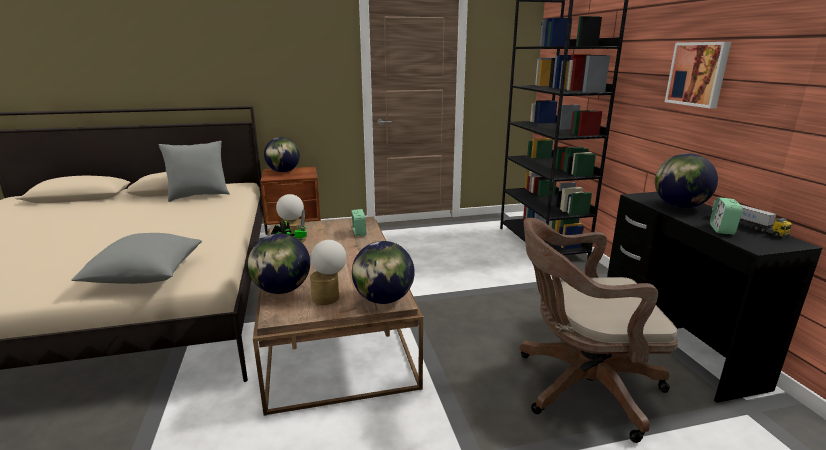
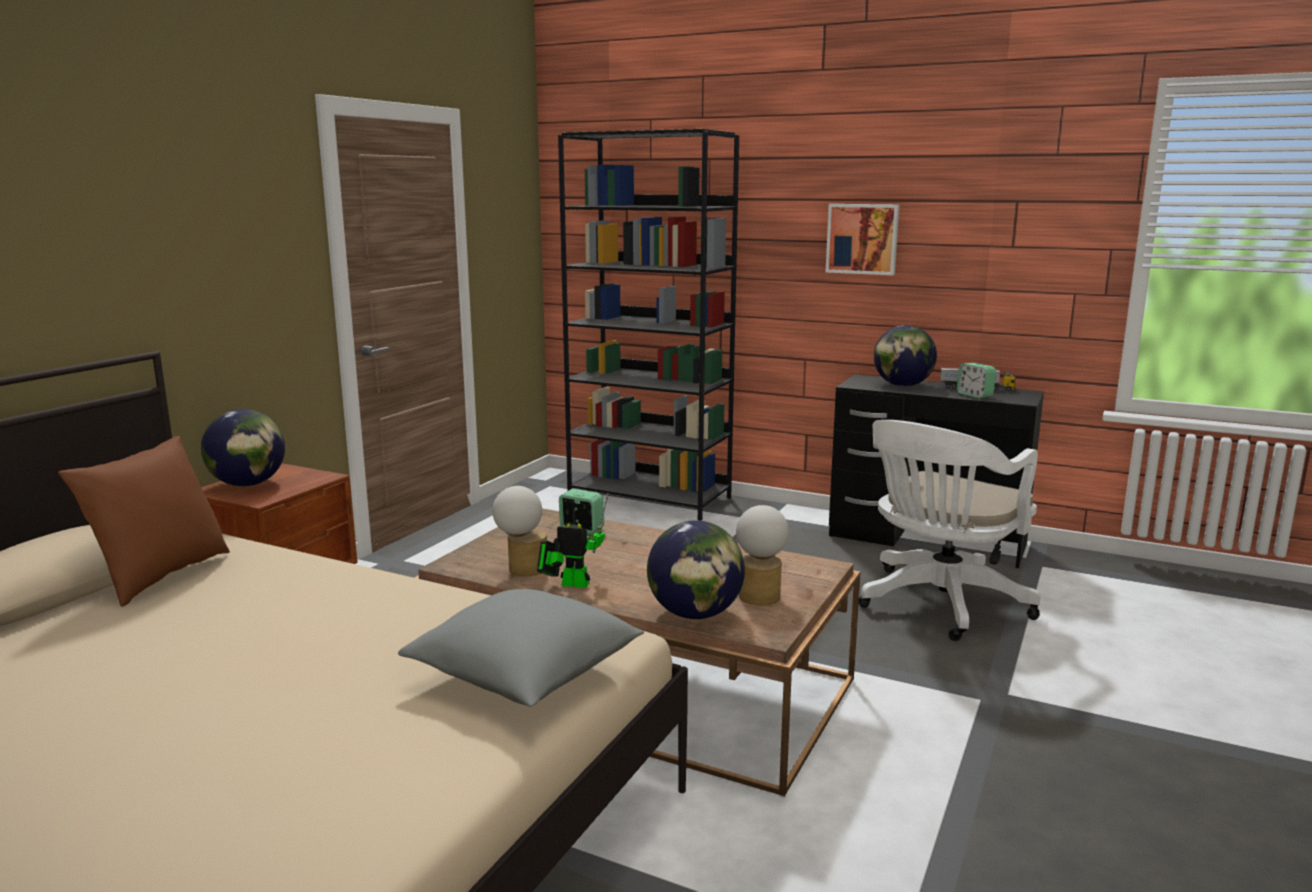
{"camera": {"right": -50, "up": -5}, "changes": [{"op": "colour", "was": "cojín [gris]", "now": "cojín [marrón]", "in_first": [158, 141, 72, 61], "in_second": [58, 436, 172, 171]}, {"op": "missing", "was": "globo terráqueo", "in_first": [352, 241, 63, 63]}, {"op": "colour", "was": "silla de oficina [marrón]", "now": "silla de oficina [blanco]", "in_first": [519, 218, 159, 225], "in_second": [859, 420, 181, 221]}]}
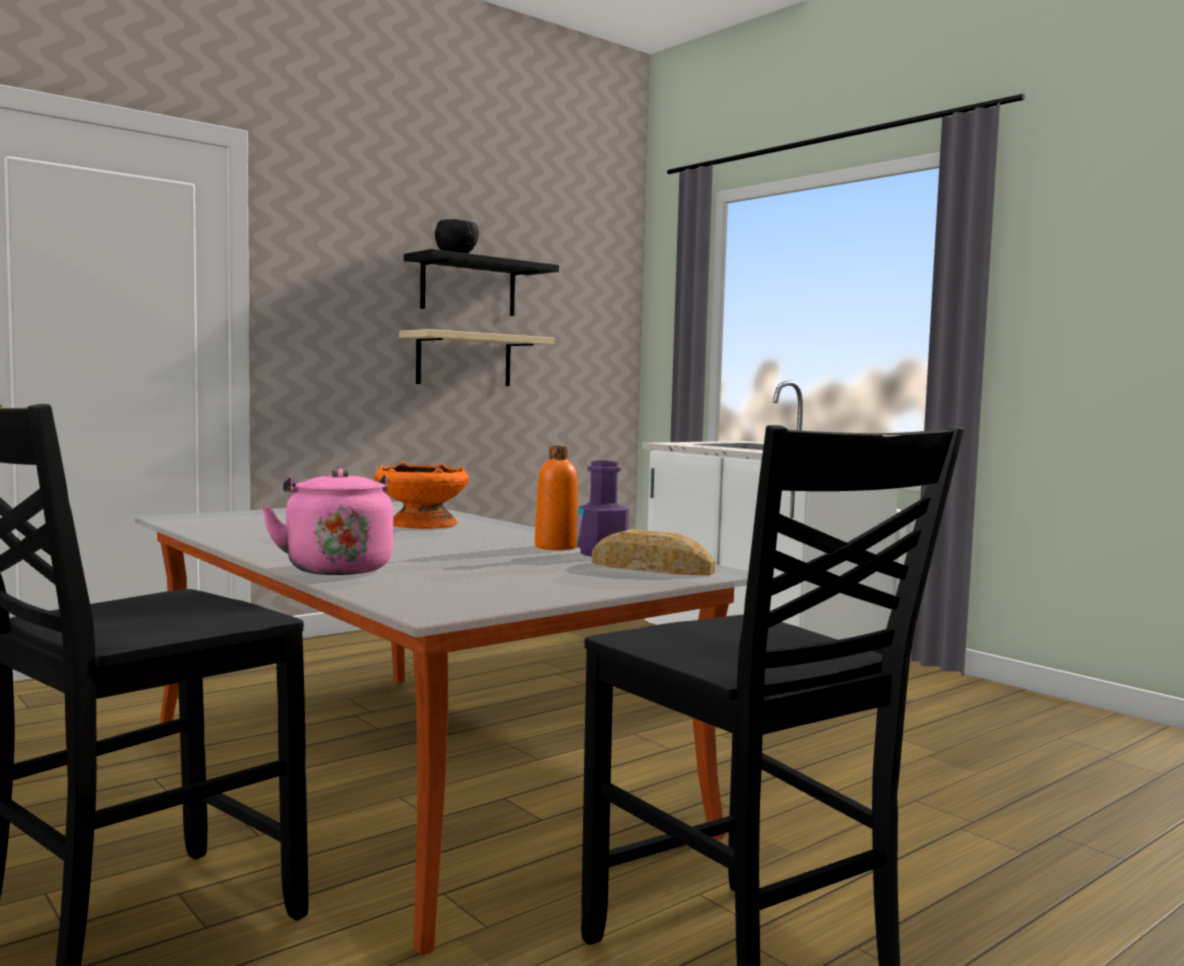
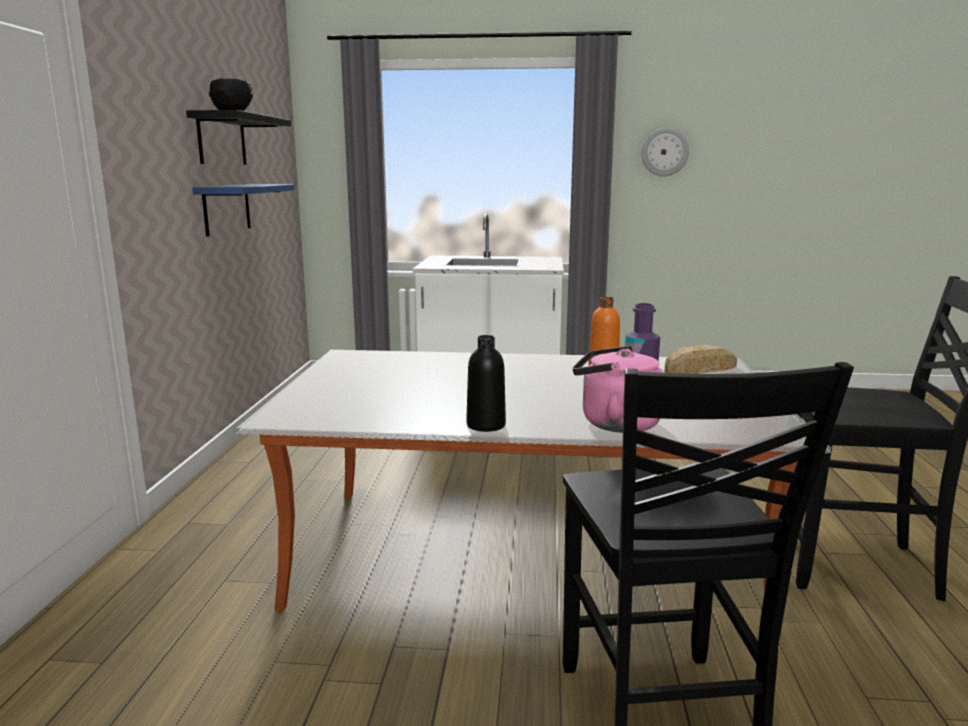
{"camera": {"right": -45, "up": 10}, "changes": [{"op": "missing", "was": "cuenco [naranja]", "in_first": [374, 462, 95, 67]}, {"op": "colour", "was": "estante [beis]", "now": "estante [azul]", "in_first": [399, 329, 155, 57], "in_second": [192, 184, 102, 53]}, {"op": "appeared", "now": "botella [negro]", "in_second": [466, 335, 40, 97]}, {"op": "appeared", "now": "reloj de pared", "in_second": [642, 128, 47, 49]}]}
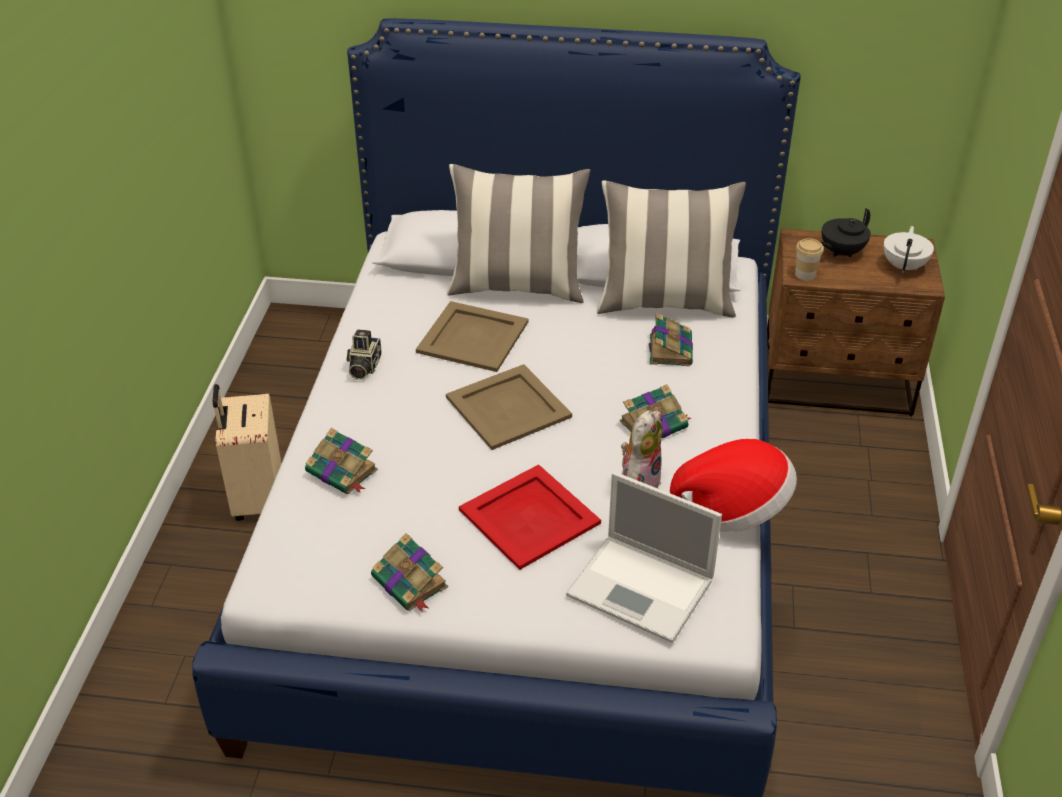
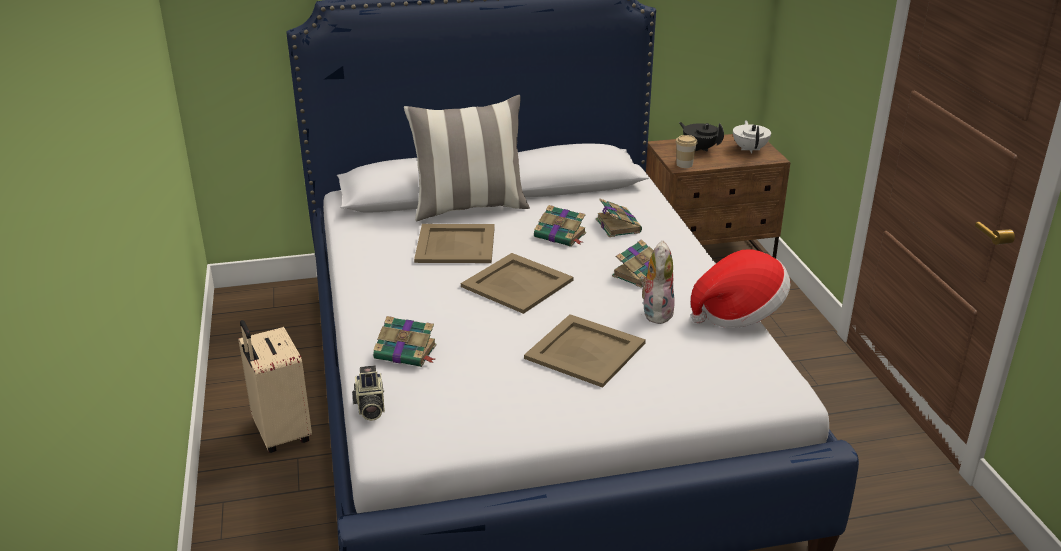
{"camera": {"right": -20, "up": -10}, "changes": [{"op": "relocated", "was": "cámara", "in_first": [347, 329, 35, 51], "in_second": [352, 365, 33, 56]}, {"op": "relocated", "was": "libro", "in_first": [371, 533, 77, 79], "in_second": [534, 205, 52, 42]}, {"op": "colour", "was": "bandeja [rojo]", "now": "bandeja [beis]", "in_first": [459, 464, 142, 106], "in_second": [524, 314, 122, 74]}, {"op": "missing", "was": "portátil", "in_first": [566, 472, 156, 171]}, {"op": "missing", "was": "cojín", "in_first": [597, 180, 149, 137]}, {"op": "spun", "was": "tetera [negro]", "in_first": [821, 208, 50, 50], "in_second": [679, 122, 45, 29], "clockwise": 105}]}
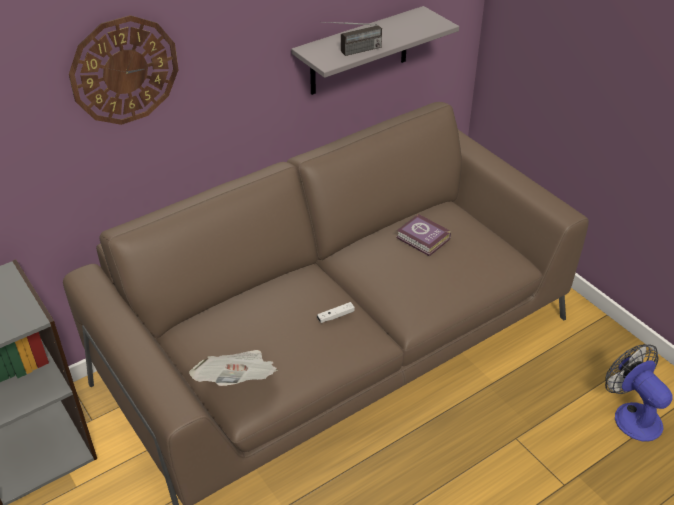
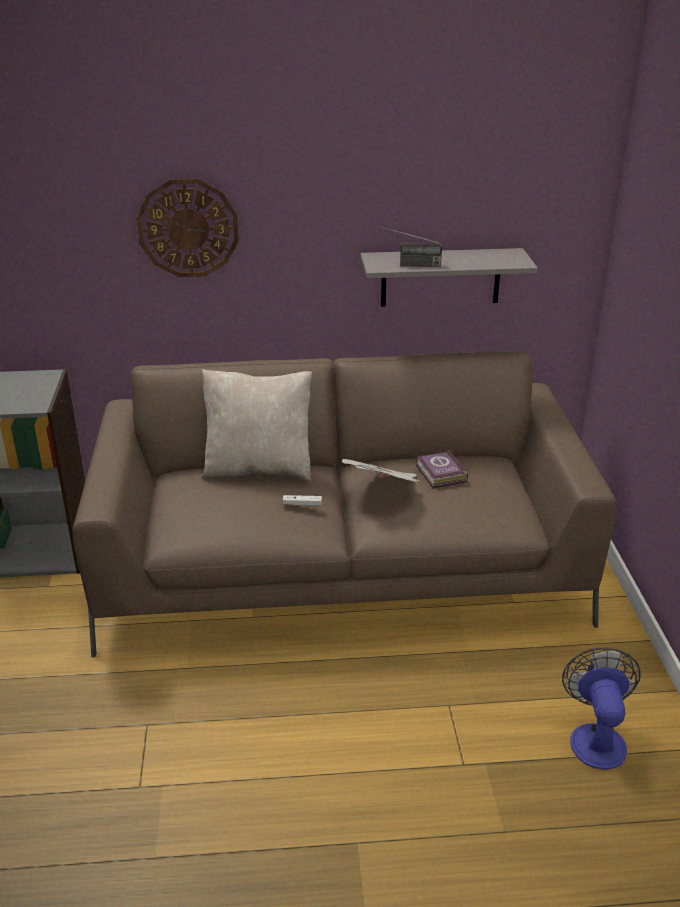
{"camera": {"right": 30, "up": -10}, "changes": [{"op": "relocated", "was": "periódico", "in_first": [189, 350, 89, 36], "in_second": [342, 459, 77, 23]}, {"op": "appeared", "now": "cojín [beis]", "in_second": [202, 369, 110, 113]}]}
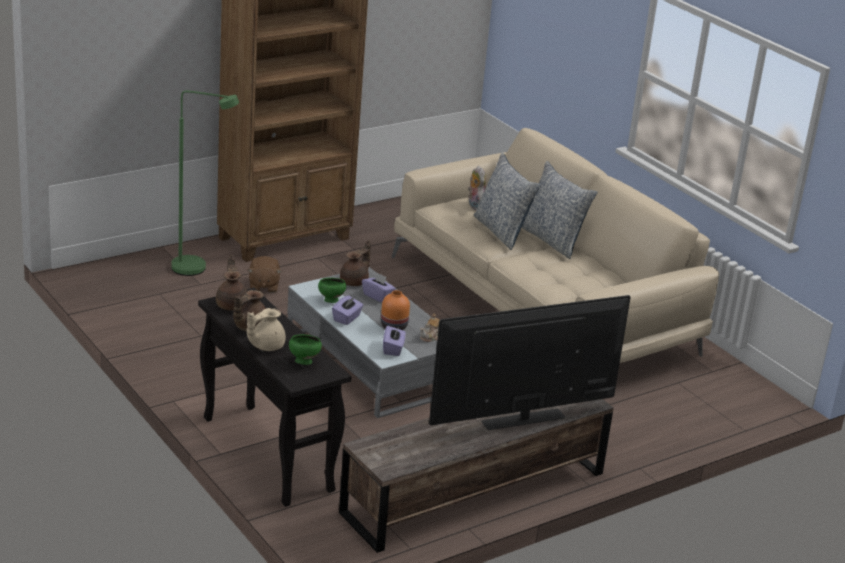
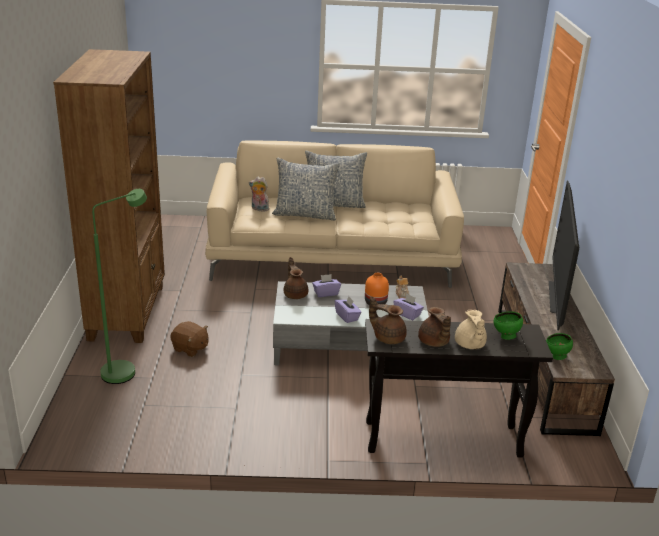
{"camera": {"right": -55, "up": 0}, "changes": [{"op": "relocated", "was": "cuenco [verde]", "in_first": [318, 278, 28, 25], "in_second": [546, 333, 27, 27]}]}
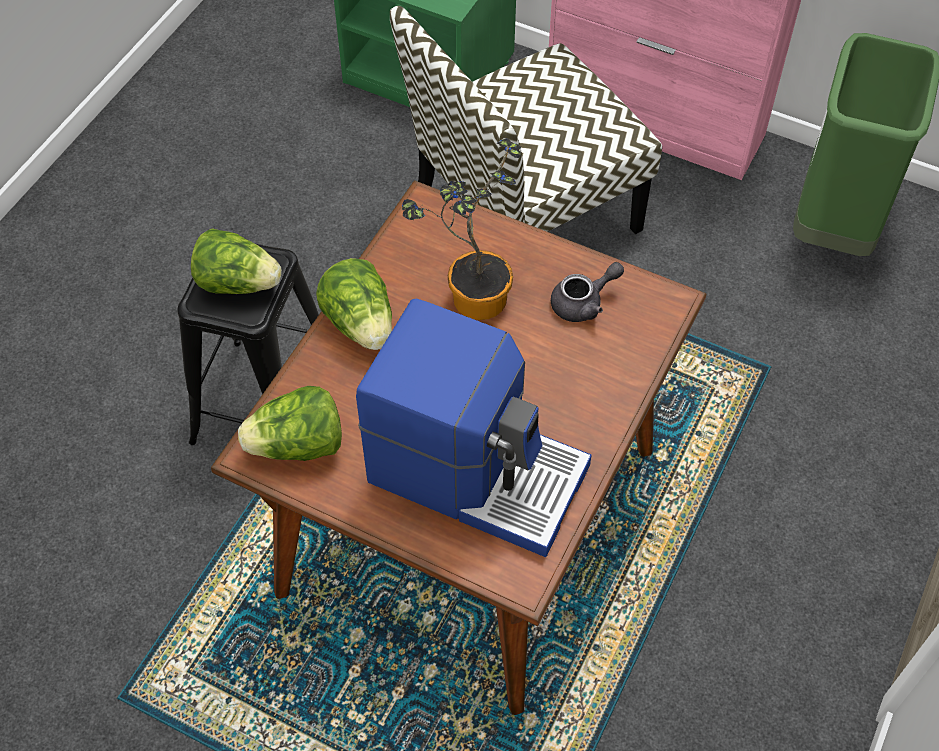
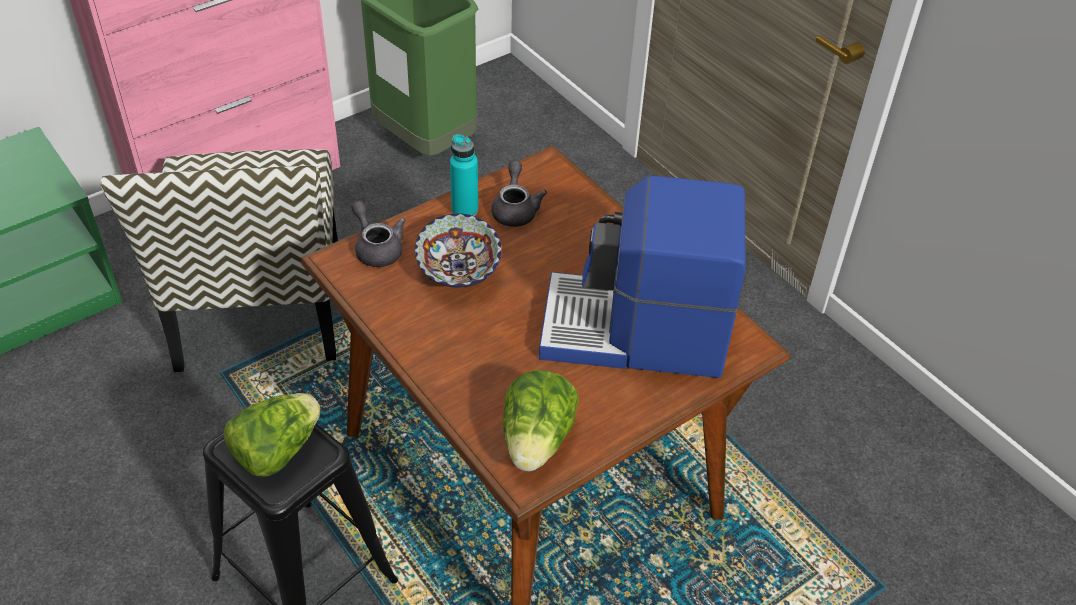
{"camera": {"right": -65, "up": -10}, "changes": [{"op": "missing", "was": "lechuga", "in_first": [316, 258, 76, 92]}, {"op": "spun", "was": "cafetera", "in_first": [356, 298, 236, 259], "in_second": [539, 175, 207, 203], "clockwise": -135}, {"op": "exchanged", "was": "planta en maceta", "now": "cuenco", "in_first": [402, 138, 119, 182], "in_second": [415, 213, 86, 75]}, {"op": "appeared", "now": "tetera [gris]", "in_second": [351, 201, 54, 66]}, {"op": "appeared", "now": "botella [turquesa]", "in_second": [450, 134, 28, 82]}]}
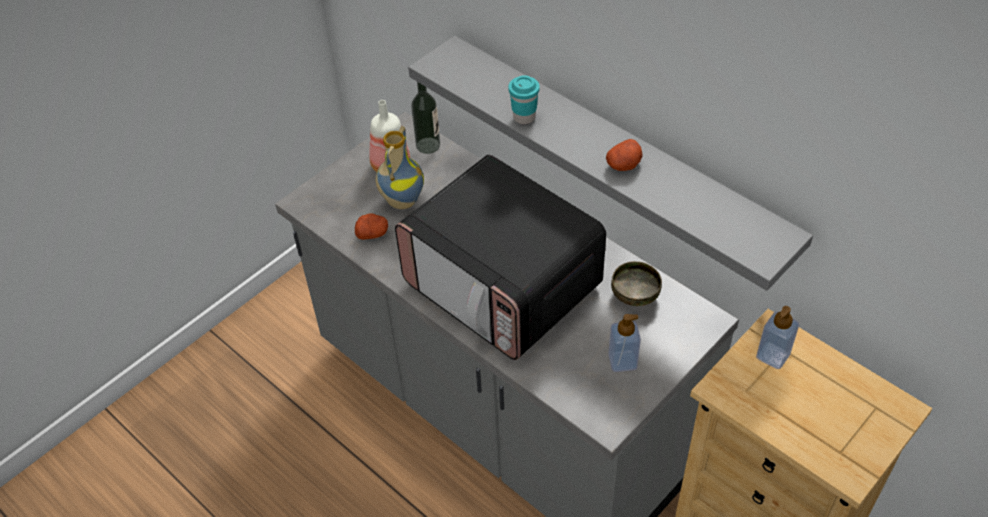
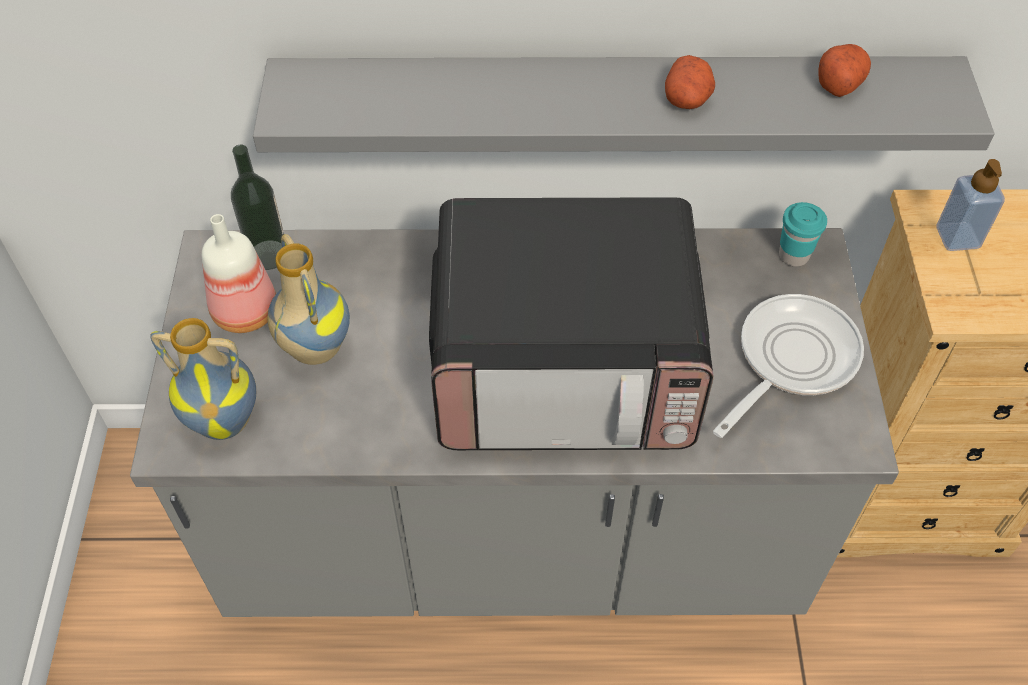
{"camera": {"right": -45, "up": 5}, "changes": [{"op": "relocated", "was": "patata", "in_first": [355, 213, 33, 27], "in_second": [818, 44, 53, 53]}, {"op": "relocated", "was": "taza [turquesa]", "in_first": [508, 75, 32, 49], "in_second": [779, 202, 48, 65]}, {"op": "exchanged", "was": "dispensador de jabón", "now": "sartén", "in_first": [608, 314, 33, 58], "in_second": [713, 294, 151, 144]}, {"op": "missing", "was": "cuenco", "in_first": [611, 261, 51, 45]}, {"op": "appeared", "now": "florero", "in_second": [150, 318, 106, 122]}]}
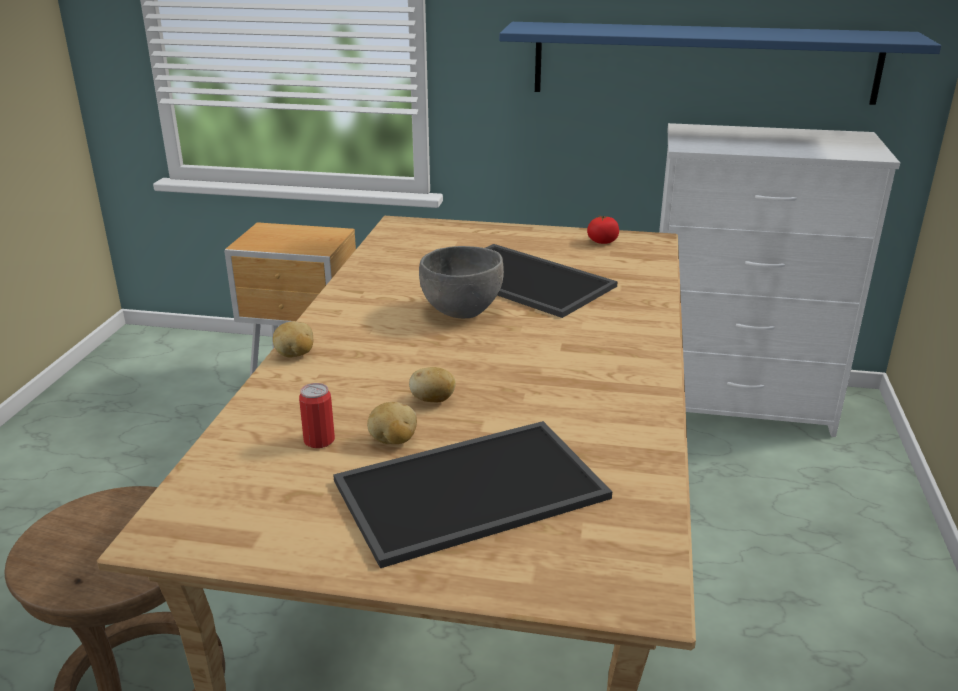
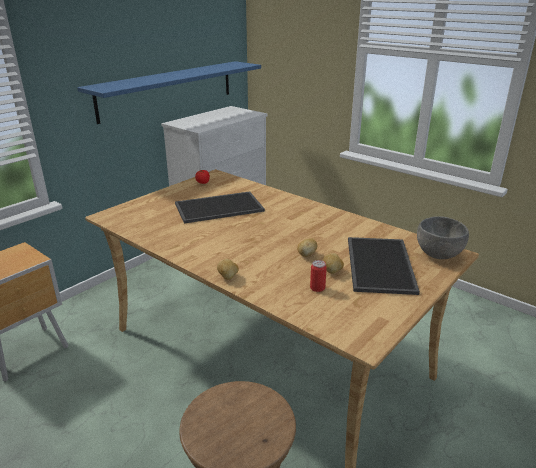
{"camera": {"right": -60, "up": 0}, "changes": [{"op": "relocated", "was": "cuenco [gris]", "in_first": [419, 246, 85, 72], "in_second": [417, 216, 52, 43]}]}
